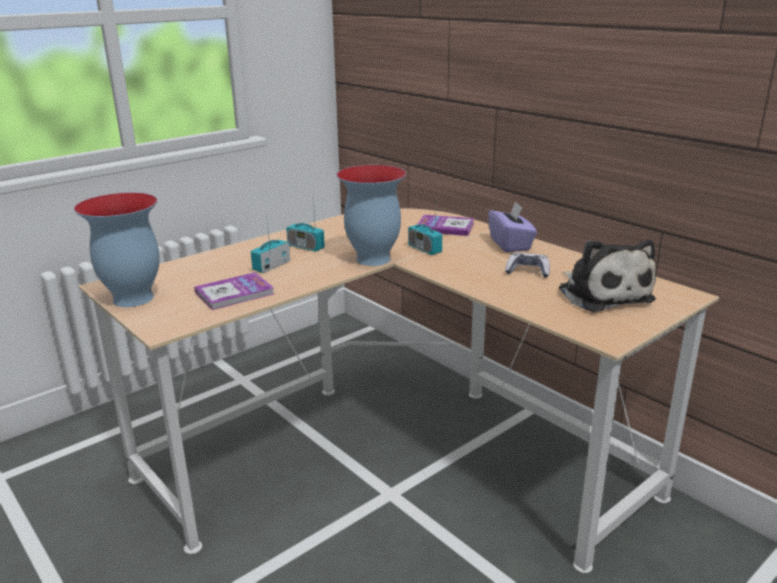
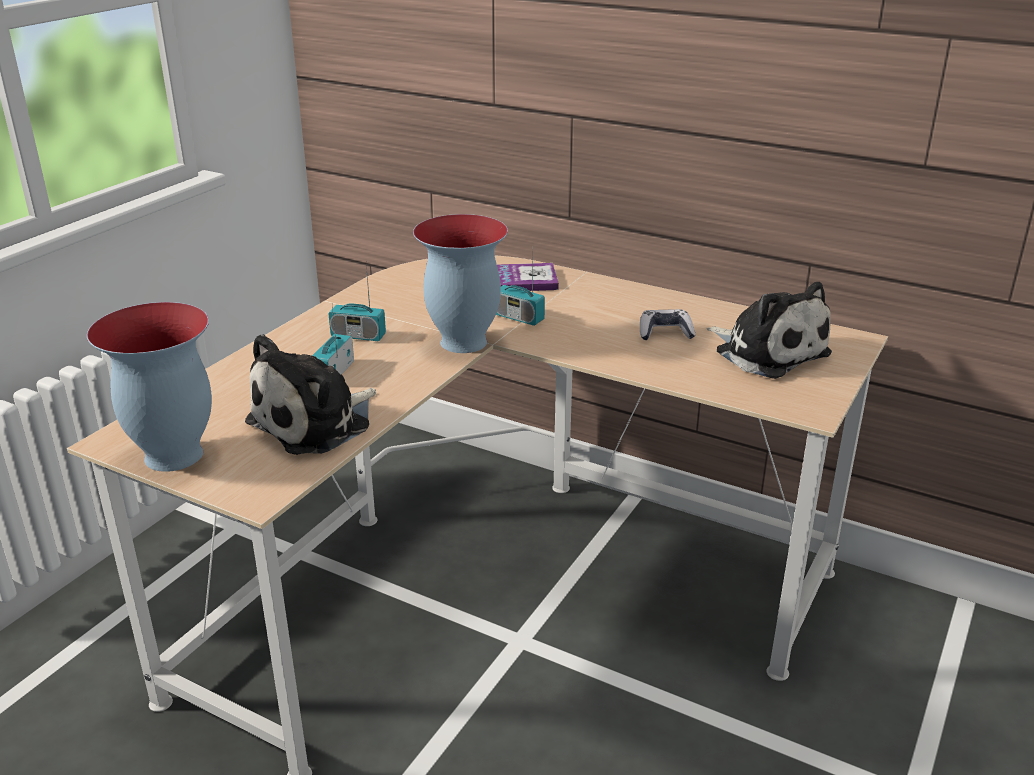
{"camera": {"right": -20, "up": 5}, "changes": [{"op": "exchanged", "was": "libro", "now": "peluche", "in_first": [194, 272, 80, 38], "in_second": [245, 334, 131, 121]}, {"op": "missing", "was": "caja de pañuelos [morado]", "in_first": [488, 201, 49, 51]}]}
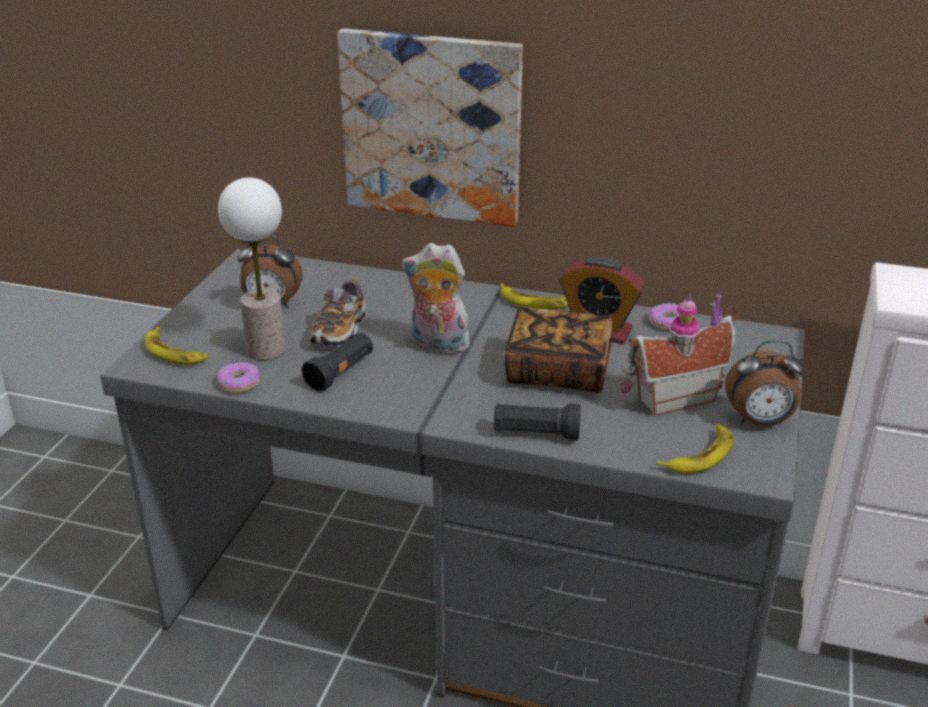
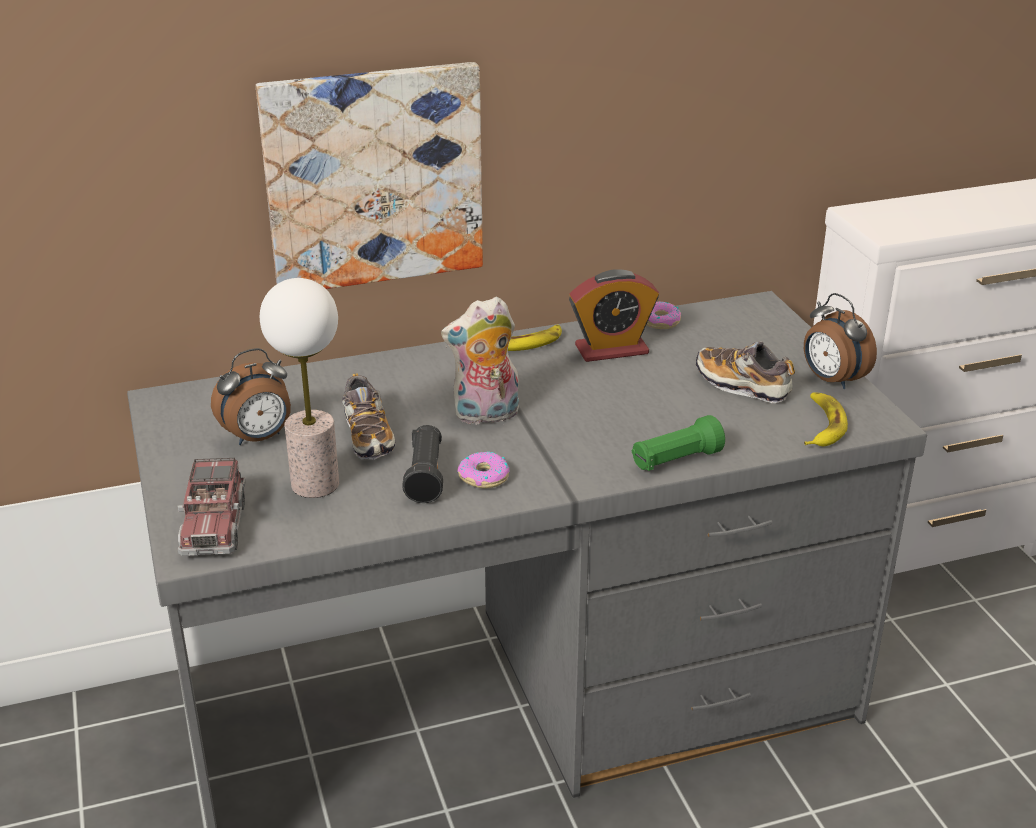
{"camera": {"right": -35, "up": 0}, "changes": [{"op": "exchanged", "was": "plátano", "now": "camión de juguete", "in_first": [144, 327, 64, 38], "in_second": [177, 458, 69, 98]}, {"op": "relocated", "was": "rosquilla", "in_first": [217, 362, 43, 31], "in_second": [457, 451, 52, 37]}, {"op": "colour", "was": "linterna [negro]", "now": "linterna [verde]", "in_first": [494, 403, 87, 37], "in_second": [632, 415, 93, 56]}, {"op": "missing", "was": "libro", "in_first": [504, 307, 109, 86]}, {"op": "exchanged", "was": "casita", "now": "zapato", "in_first": [620, 292, 119, 124], "in_second": [696, 341, 99, 62]}, {"op": "spun", "was": "despertador", "in_first": [725, 340, 80, 86], "in_second": [804, 293, 73, 96], "clockwise": 90}]}
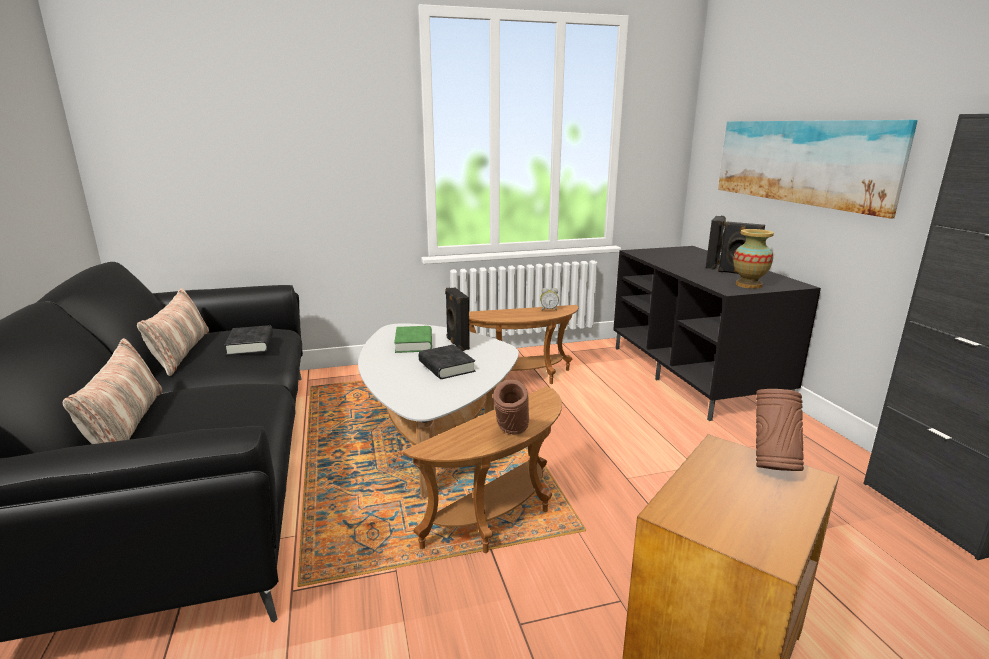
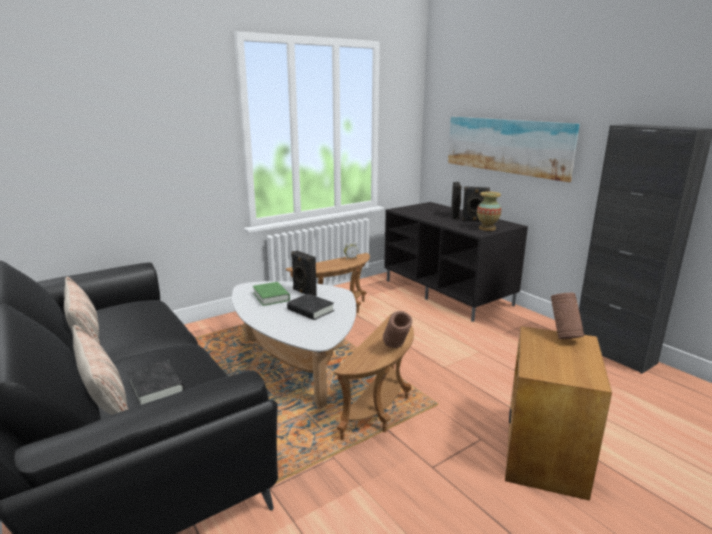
{"camera": {"right": -20, "up": 0}, "changes": [{"op": "relocated", "was": "libro [negro]", "in_first": [224, 325, 49, 31], "in_second": [127, 360, 58, 45]}]}
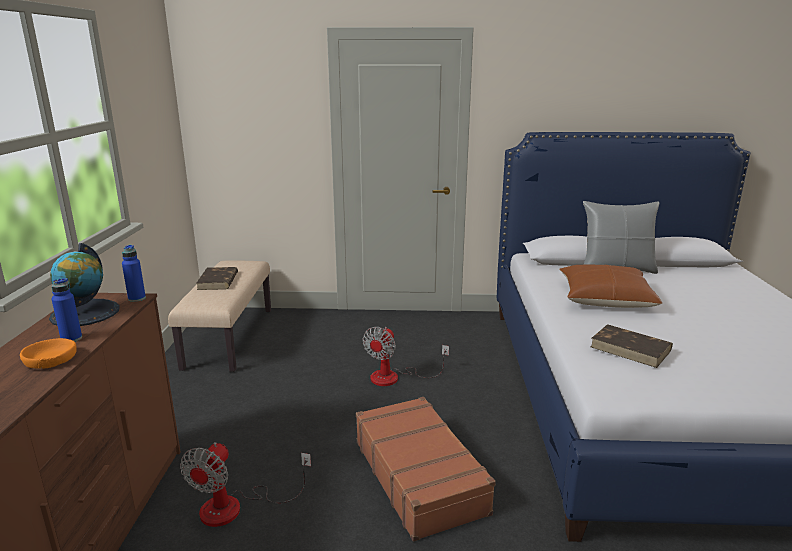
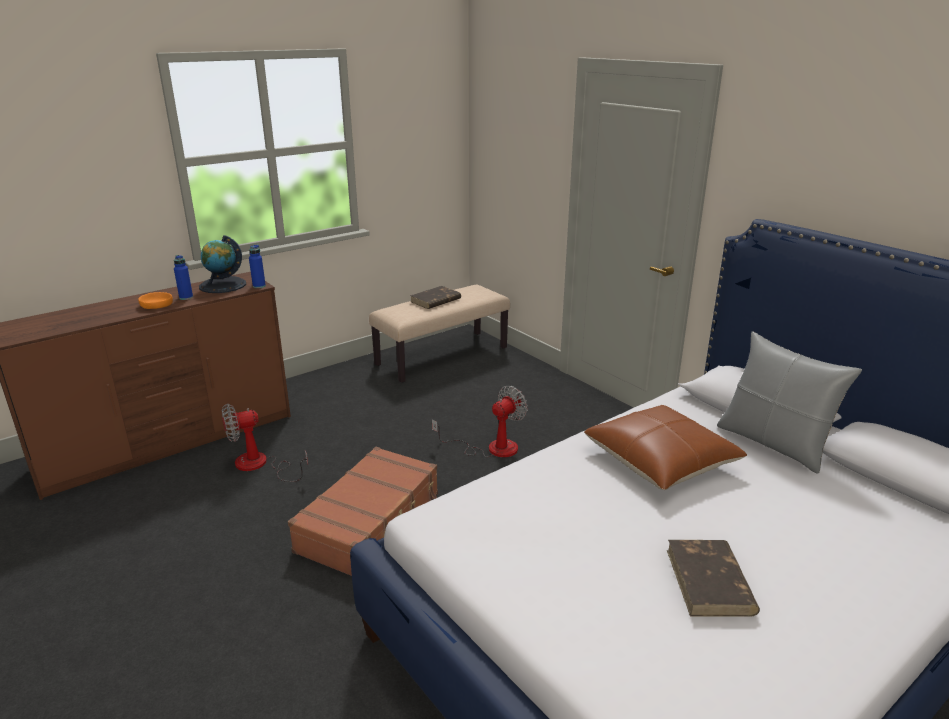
{"camera": {"right": 50, "up": 5}, "changes": [{"op": "spun", "was": "ventilador", "in_first": [363, 327, 86, 59], "in_second": [432, 386, 96, 72], "clockwise": 150}, {"op": "relocated", "was": "libro [marrón]", "in_first": [591, 324, 82, 44], "in_second": [667, 540, 93, 77]}]}
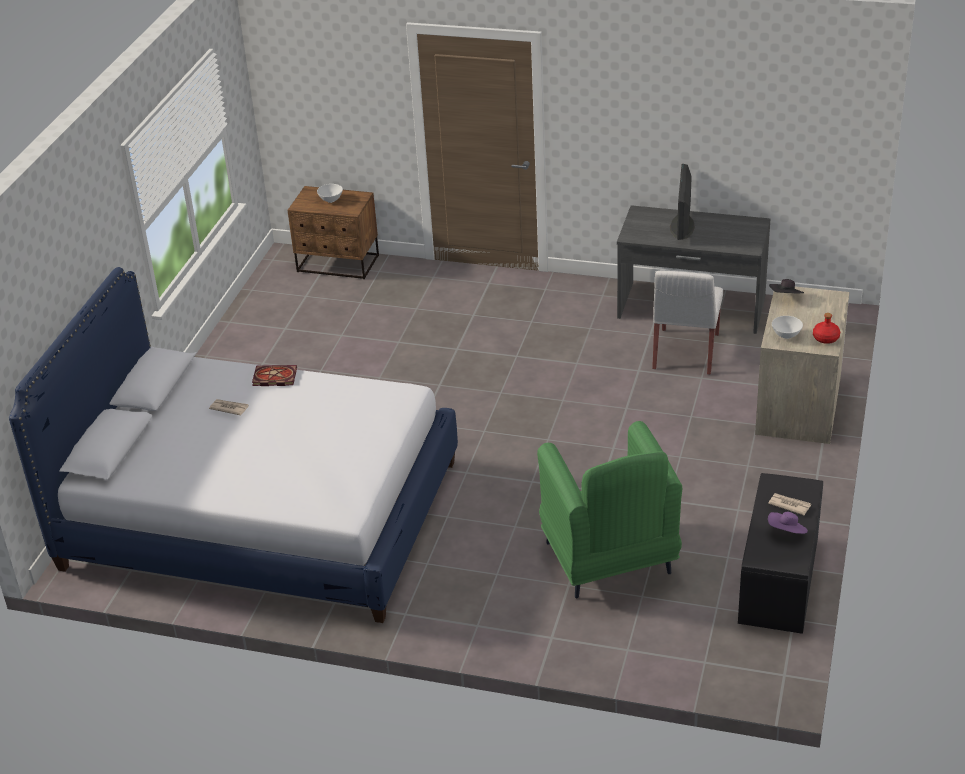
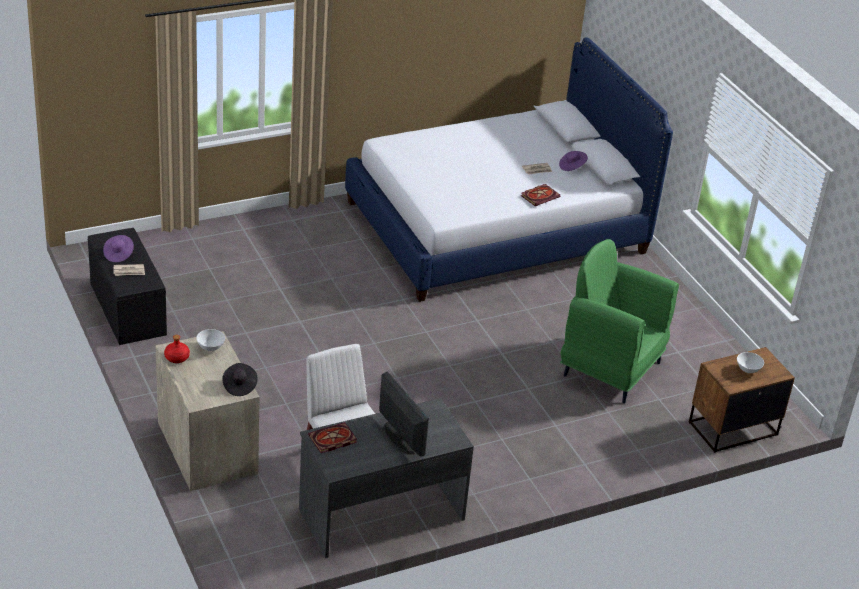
{"camera": {"right": 135, "up": 0}, "changes": [{"op": "relocated", "was": "sillón [verde]", "in_first": [537, 421, 145, 177], "in_second": [560, 239, 119, 164]}, {"op": "appeared", "now": "libro", "in_second": [308, 422, 49, 31]}, {"op": "appeared", "now": "sombrero [morado]", "in_second": [559, 151, 29, 20]}]}
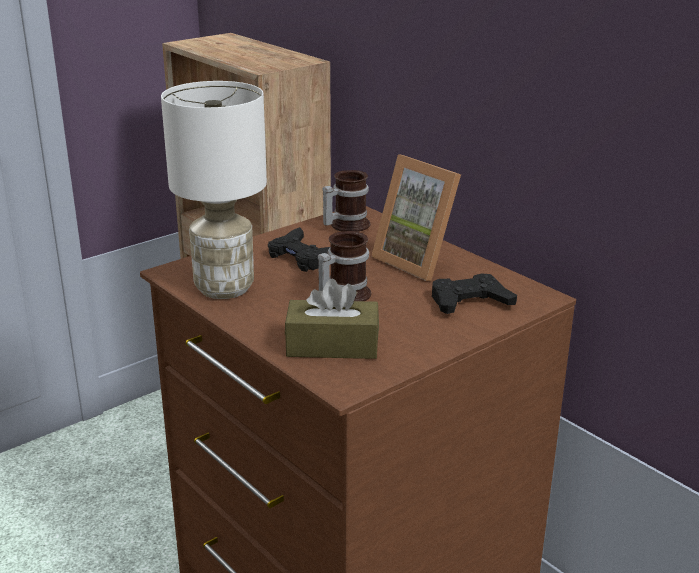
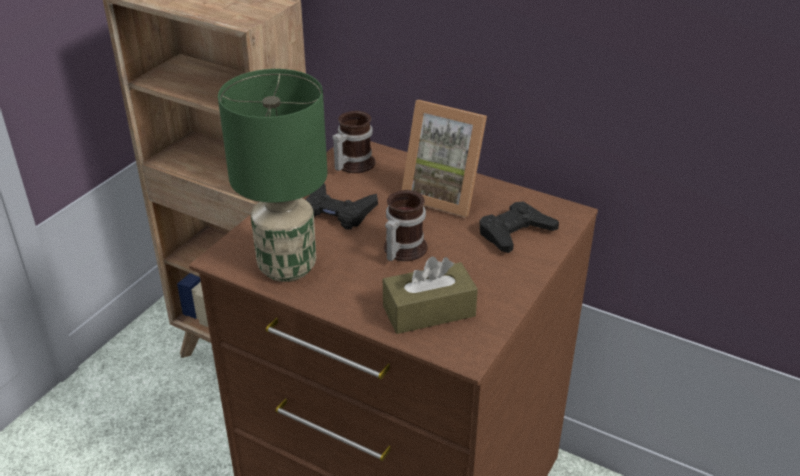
{"camera": {"right": -20, "up": 10}, "changes": [{"op": "colour", "was": "lámpara de mesa [blanco]", "now": "lámpara de mesa [verde]", "in_first": [161, 81, 106, 218], "in_second": [218, 69, 109, 213]}]}
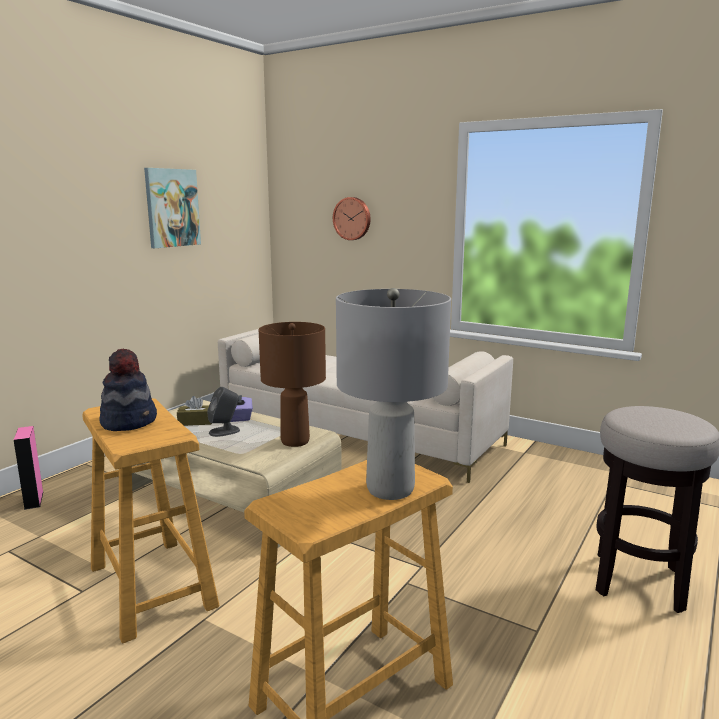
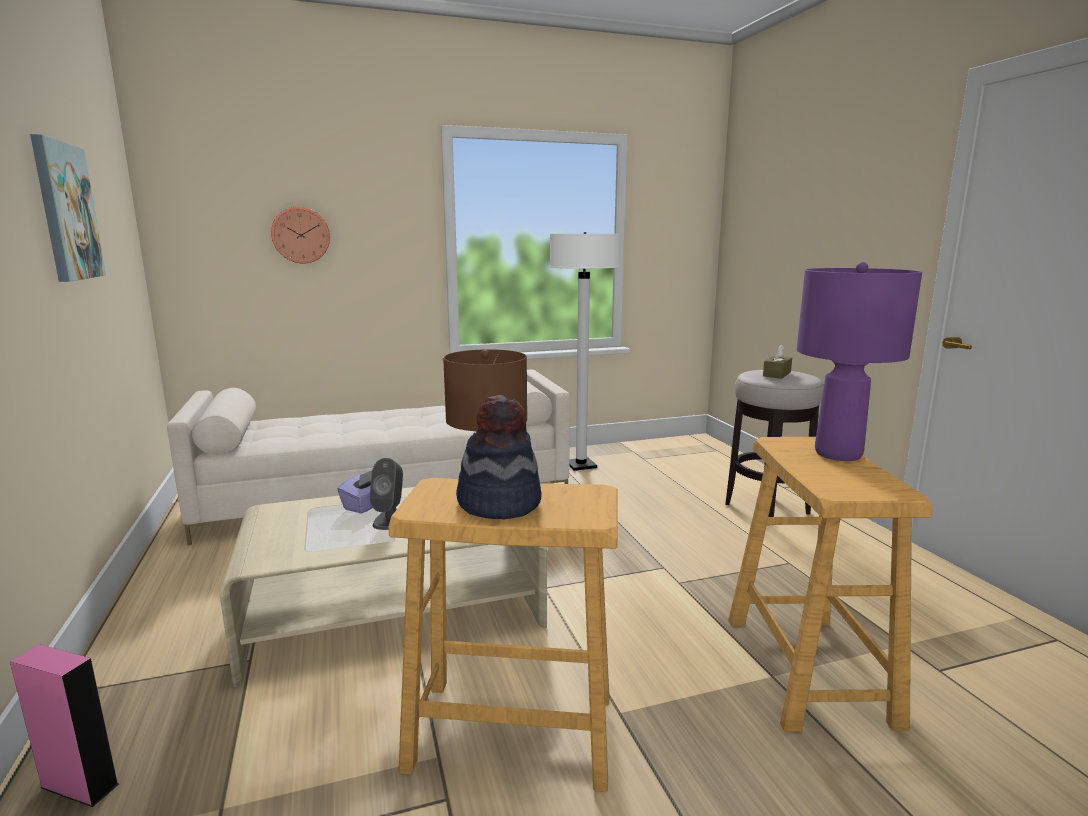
{"camera": {"right": -50, "up": 0}, "changes": [{"op": "relocated", "was": "caja de pañuelos [marrón]", "in_first": [177, 396, 35, 30], "in_second": [763, 344, 29, 35]}, {"op": "colour", "was": "lámpara de mesa [gris]", "now": "lámpara de mesa [morado]", "in_first": [336, 288, 115, 212], "in_second": [797, 262, 125, 199]}, {"op": "appeared", "now": "lámpara de pie [blanco]", "in_second": [550, 232, 70, 239]}]}
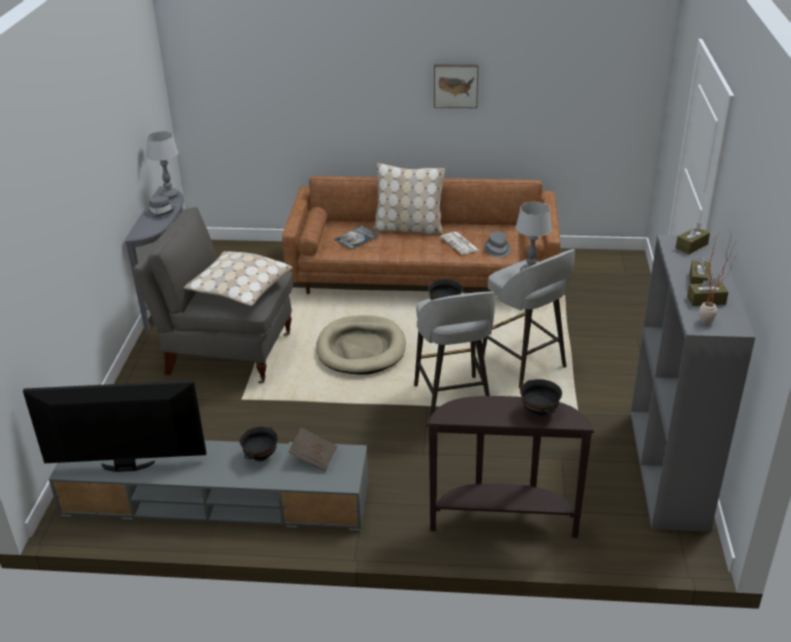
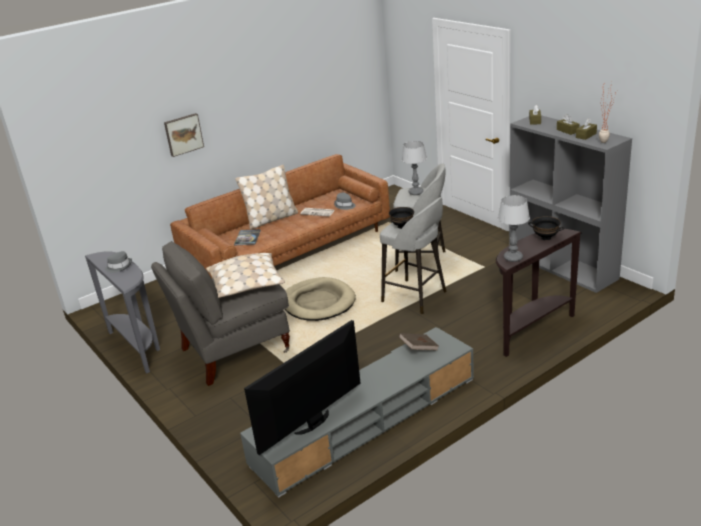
{"camera": {"right": -40, "up": -5}, "changes": [{"op": "relocated", "was": "lámpara de mesa", "in_first": [146, 131, 33, 68], "in_second": [498, 195, 32, 67]}, {"op": "missing", "was": "cuenco [negro]", "in_first": [240, 427, 38, 35]}, {"op": "relocated", "was": "cuadro", "in_first": [434, 64, 45, 44], "in_second": [164, 113, 40, 44]}]}
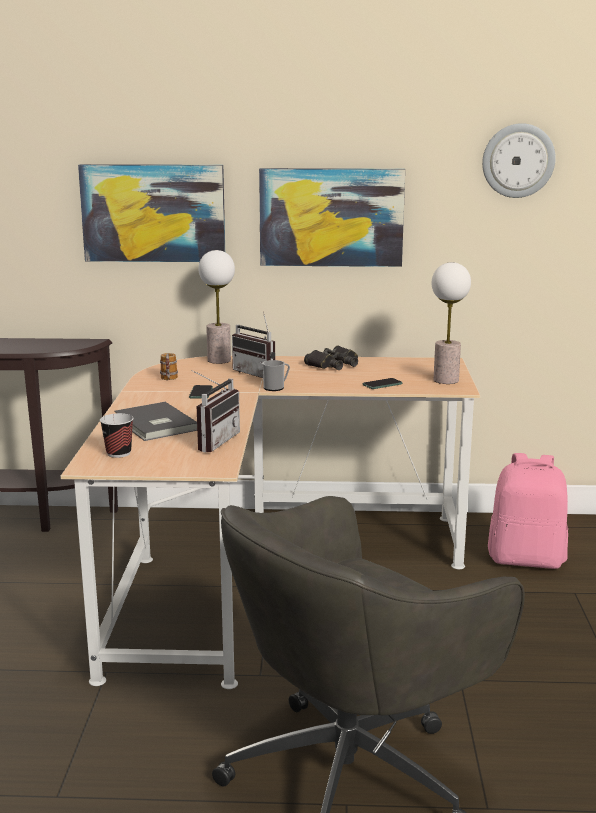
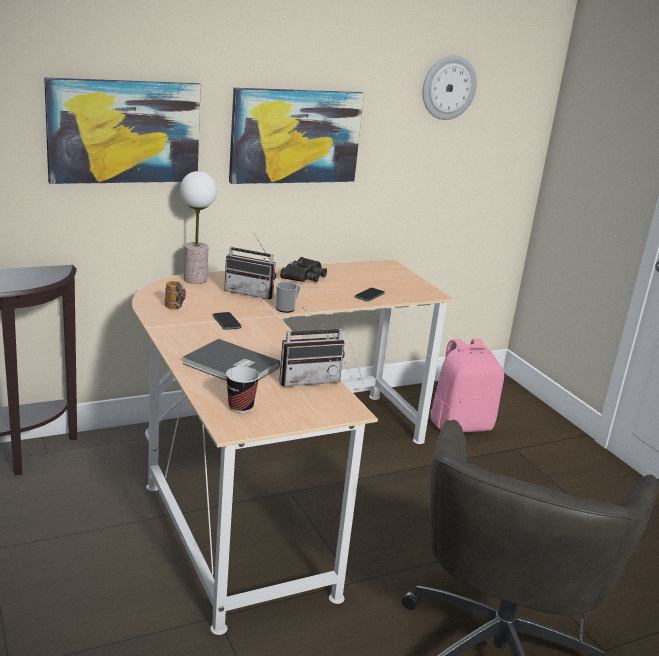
{"camera": {"right": -30, "up": 5}, "changes": [{"op": "spun", "was": "radio", "in_first": [191, 370, 49, 83], "in_second": [279, 307, 66, 80], "clockwise": 75}, {"op": "missing", "was": "lámpara de mesa", "in_first": [432, 262, 39, 122]}]}
